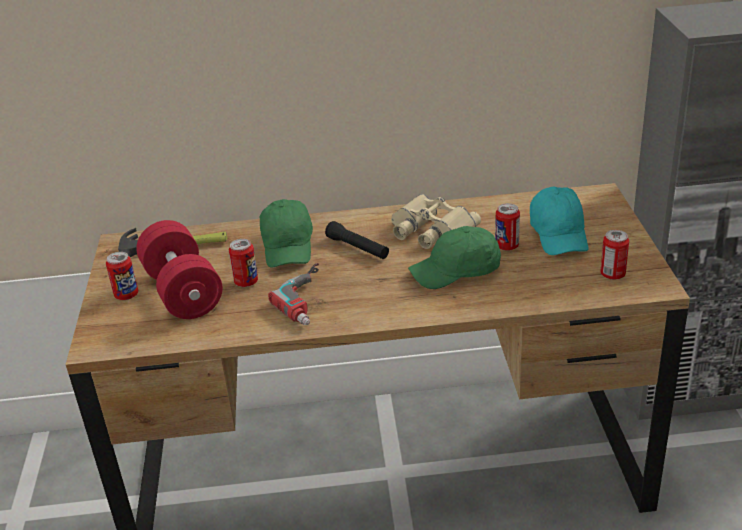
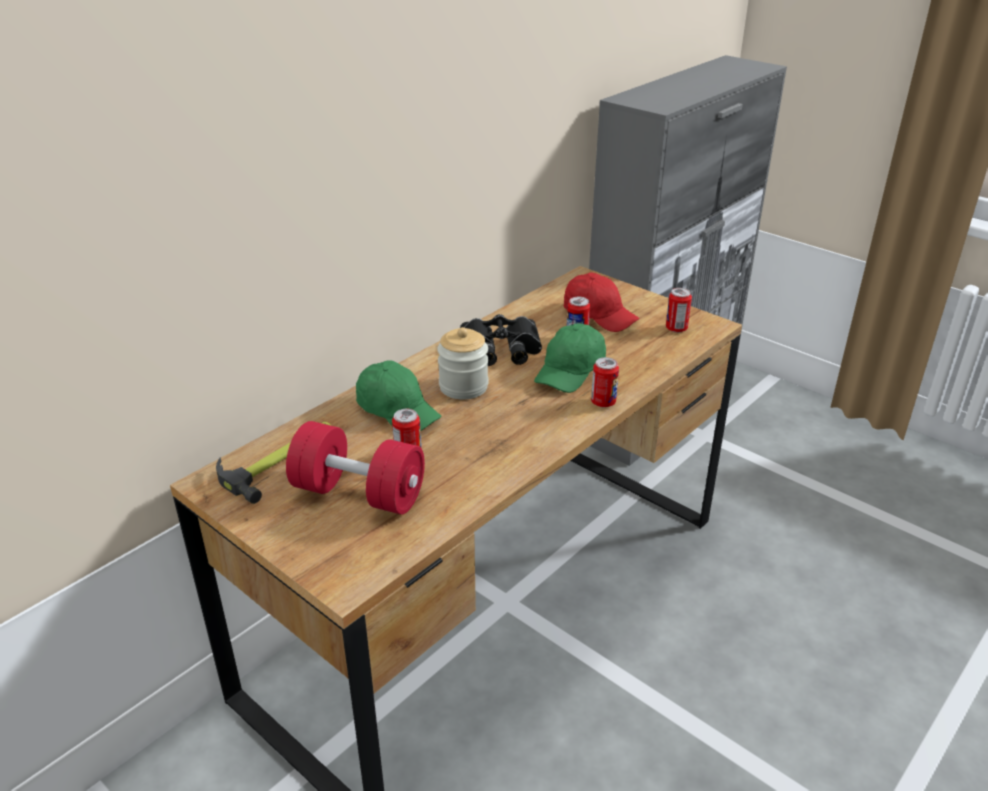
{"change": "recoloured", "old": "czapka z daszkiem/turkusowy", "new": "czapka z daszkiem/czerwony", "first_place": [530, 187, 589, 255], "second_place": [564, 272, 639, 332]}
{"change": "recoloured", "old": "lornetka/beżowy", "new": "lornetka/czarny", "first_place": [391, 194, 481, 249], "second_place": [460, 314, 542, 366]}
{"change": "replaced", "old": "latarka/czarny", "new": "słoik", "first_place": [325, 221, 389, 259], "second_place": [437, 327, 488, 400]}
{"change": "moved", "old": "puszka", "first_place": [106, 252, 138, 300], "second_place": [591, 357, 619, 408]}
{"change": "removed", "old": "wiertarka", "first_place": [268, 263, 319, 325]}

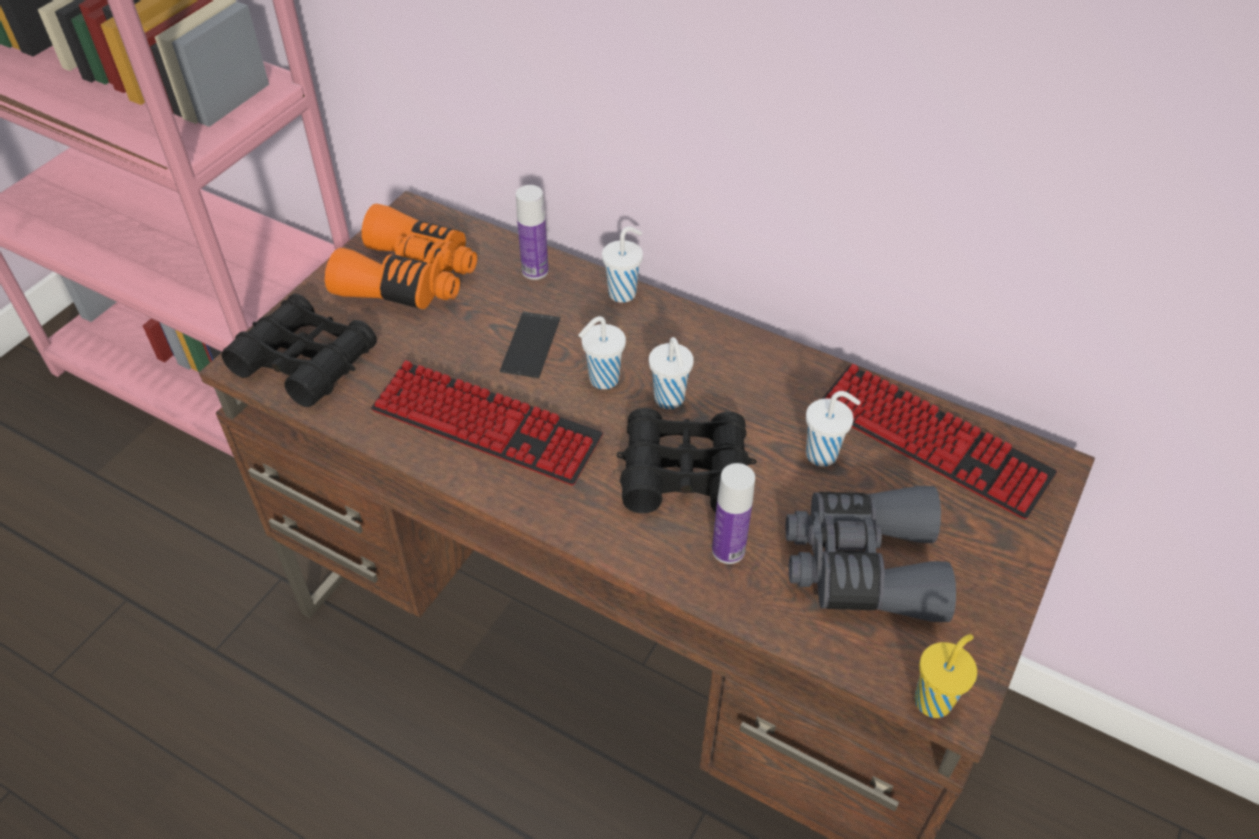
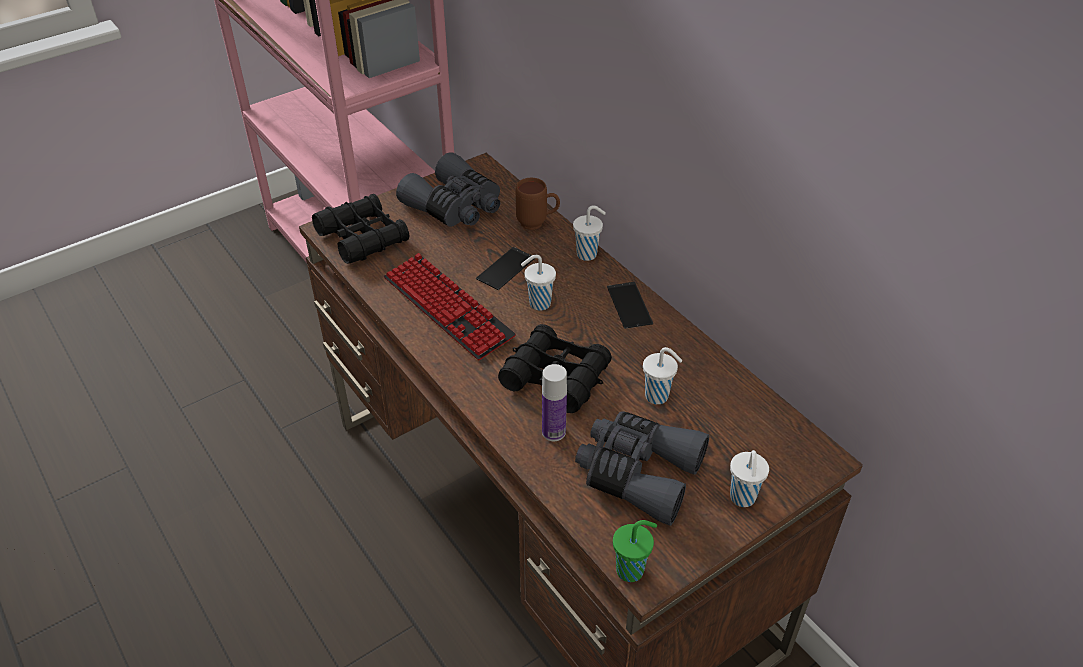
{"change": "replaced", "old": "butelka", "new": "kubek/brązowy", "first_place": [516, 185, 548, 280], "second_place": [516, 178, 560, 230]}
{"change": "recoloured", "old": "lornetka/pomarańczowy", "new": "lornetka/szary", "first_place": [325, 204, 477, 309], "second_place": [396, 152, 500, 227]}
{"change": "moved", "old": "filiżanka/biały", "first_place": [649, 337, 694, 409], "second_place": [730, 450, 769, 507]}
{"change": "removed", "old": "klawiatura", "first_place": [822, 364, 1057, 519]}
{"change": "recoloured", "old": "filiżanka/żółty", "new": "filiżanka/zielony", "first_place": [914, 634, 977, 718], "second_place": [613, 520, 657, 582]}
{"change": "added", "new": "telefon", "second_place": [607, 282, 653, 329]}

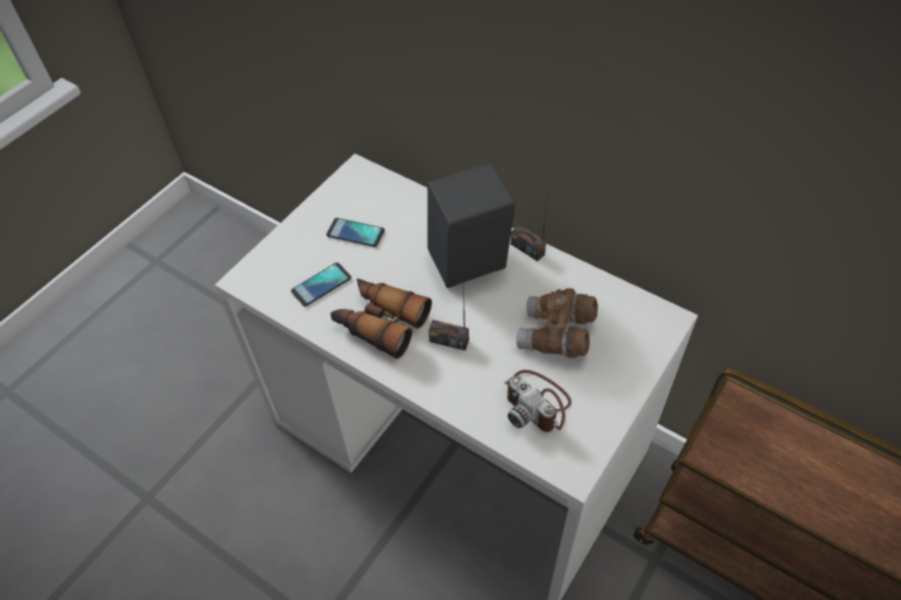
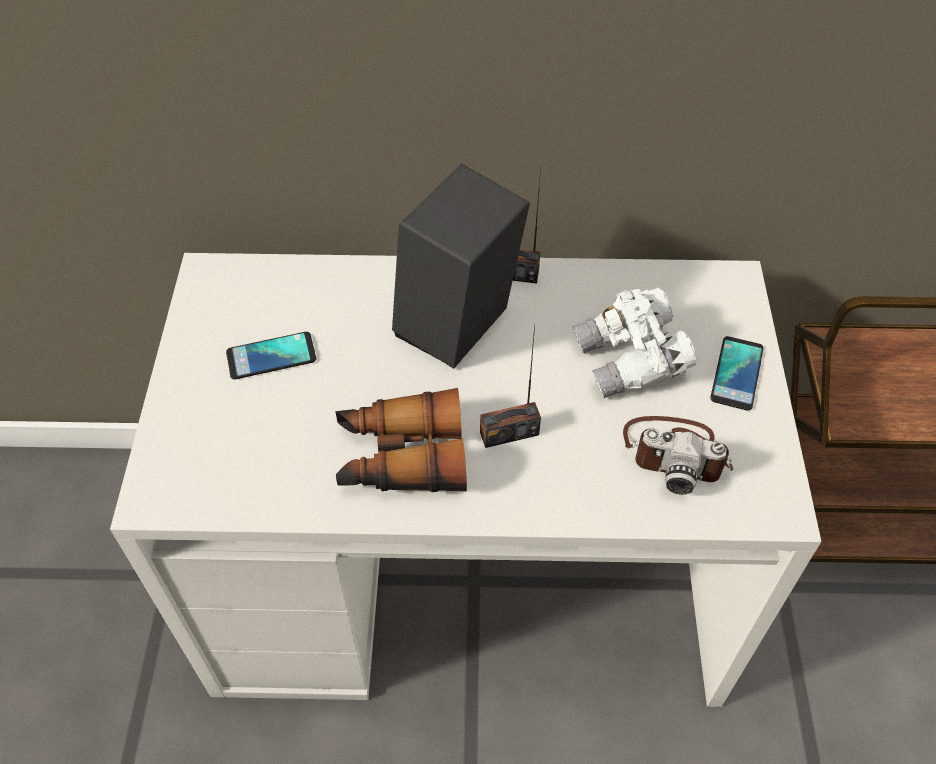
{"change": "moved", "old": "telefon", "first_place": [291, 263, 351, 306], "second_place": [710, 336, 764, 411]}
{"change": "recoloured", "old": "lornetka/brązowy", "new": "lornetka/biały", "first_place": [516, 288, 598, 358], "second_place": [573, 288, 697, 398]}

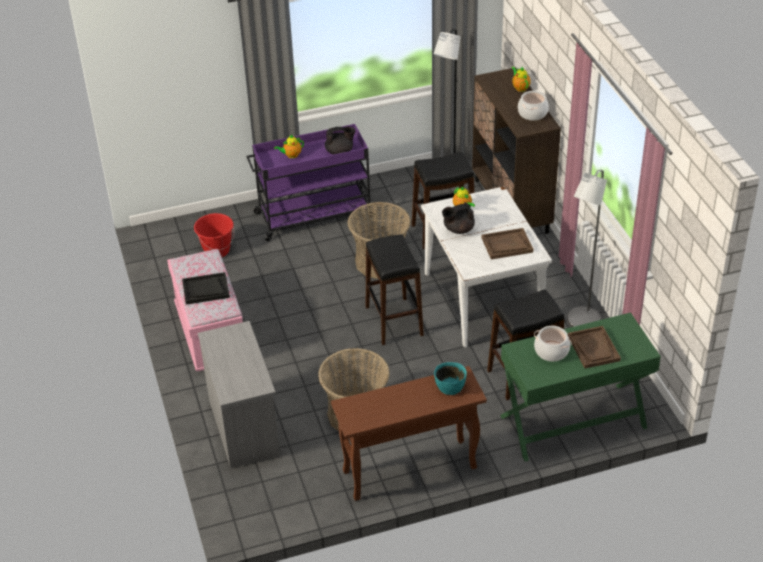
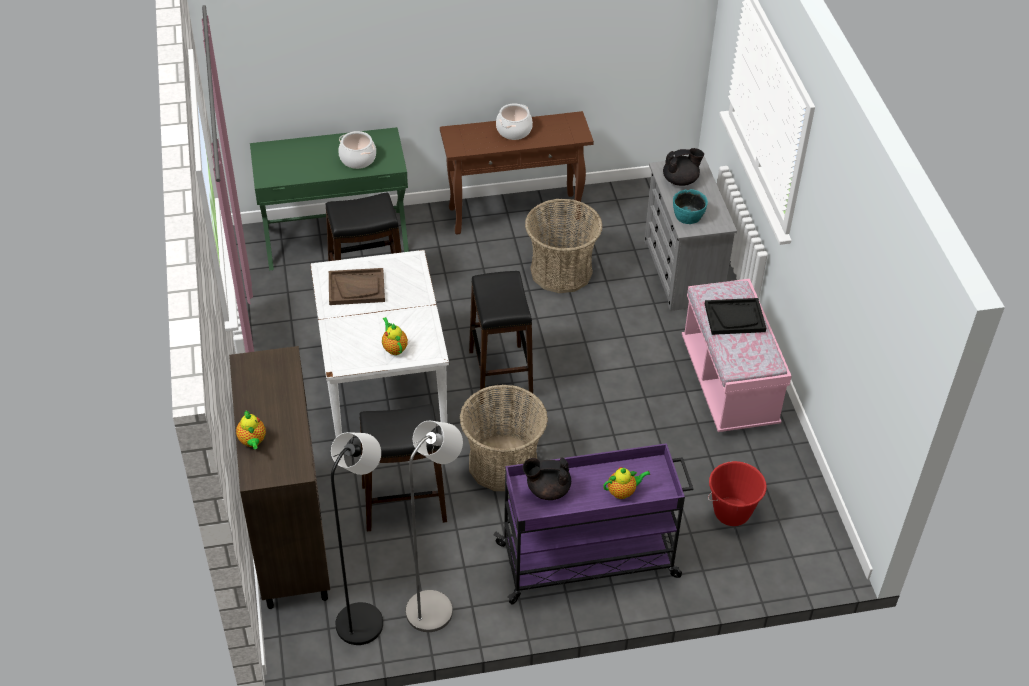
{"change": "moved", "old": "garnek", "first_place": [518, 91, 549, 121], "second_place": [496, 104, 533, 140]}
{"change": "moved", "old": "lampa stojąca/szary", "first_place": [567, 170, 607, 327], "second_place": [406, 421, 463, 632]}
{"change": "moved", "old": "imbryk/czarny", "first_place": [442, 202, 475, 234], "second_place": [663, 148, 704, 186]}
{"change": "removed", "old": "taca/brązowy", "first_place": [568, 326, 621, 369]}
{"change": "moved", "old": "miska/turkusowy", "first_place": [434, 362, 467, 395], "second_place": [673, 189, 708, 224]}

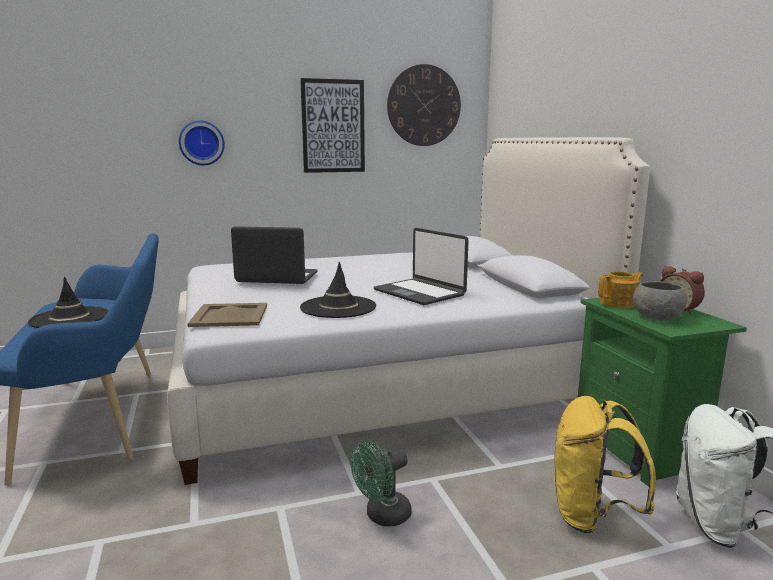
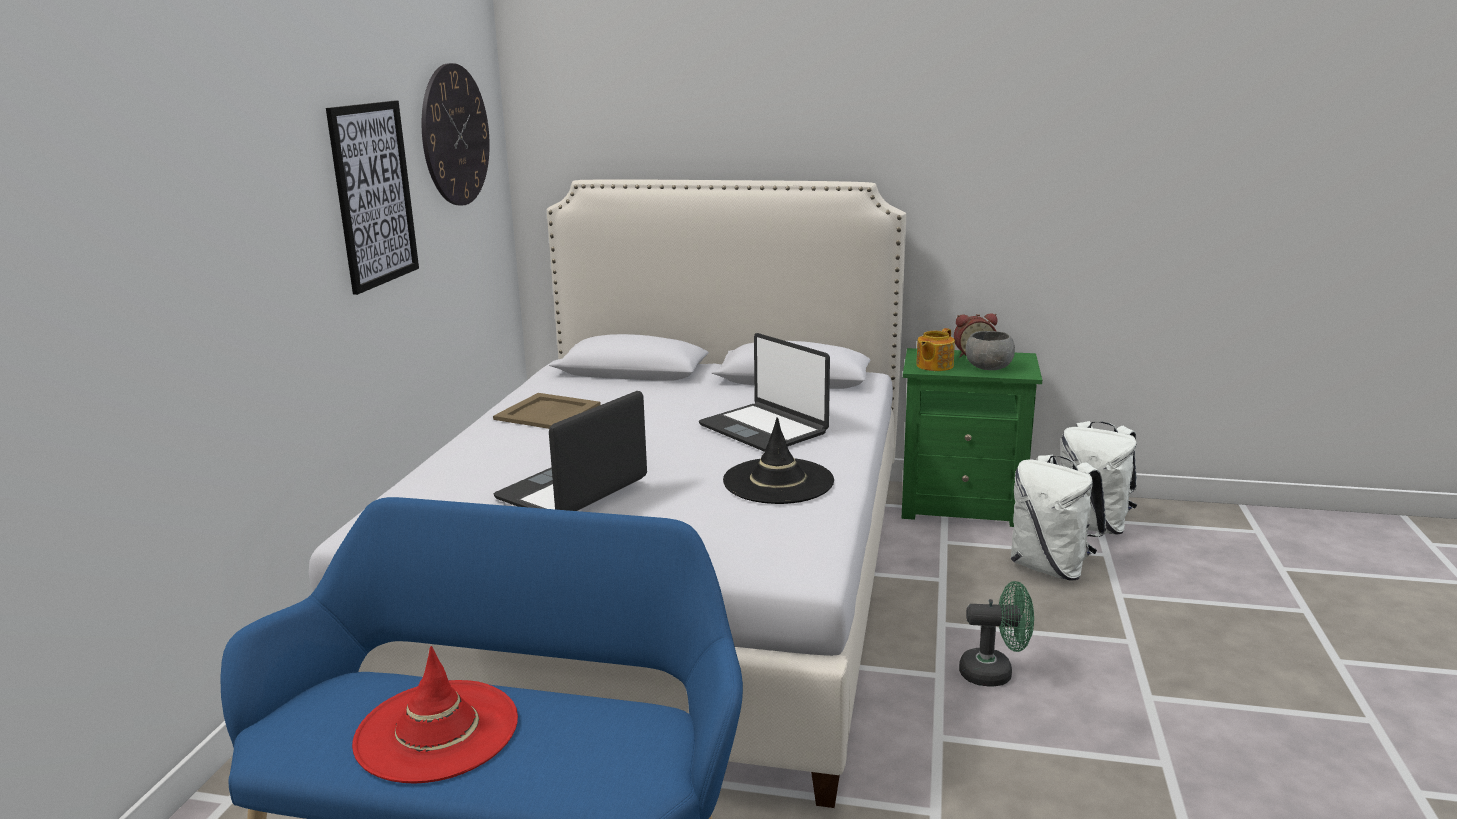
{"change": "removed", "old": "zegar ścienny", "first_place": [179, 121, 225, 165]}
{"change": "turned", "old": "laptop", "first_place": [374, 228, 469, 305], "second_place": [699, 333, 830, 452], "degrees": 60}
{"change": "turned", "old": "imbryk", "first_place": [598, 271, 643, 308], "second_place": [916, 328, 955, 371], "degrees": -150}
{"change": "recoloured", "old": "kapelusz/czarny", "new": "kapelusz/czerwony", "first_place": [28, 277, 109, 328], "second_place": [352, 646, 518, 784]}
{"change": "moved", "old": "taca/beżowy", "first_place": [187, 303, 267, 327], "second_place": [493, 393, 601, 429]}
{"change": "recoloured", "old": "plecak/żółty", "new": "plecak/biały", "first_place": [553, 396, 656, 533], "second_place": [1011, 455, 1107, 580]}
{"change": "turned", "old": "wentylator/zielony", "first_place": [351, 441, 412, 527], "second_place": [959, 581, 1034, 686], "degrees": -75}

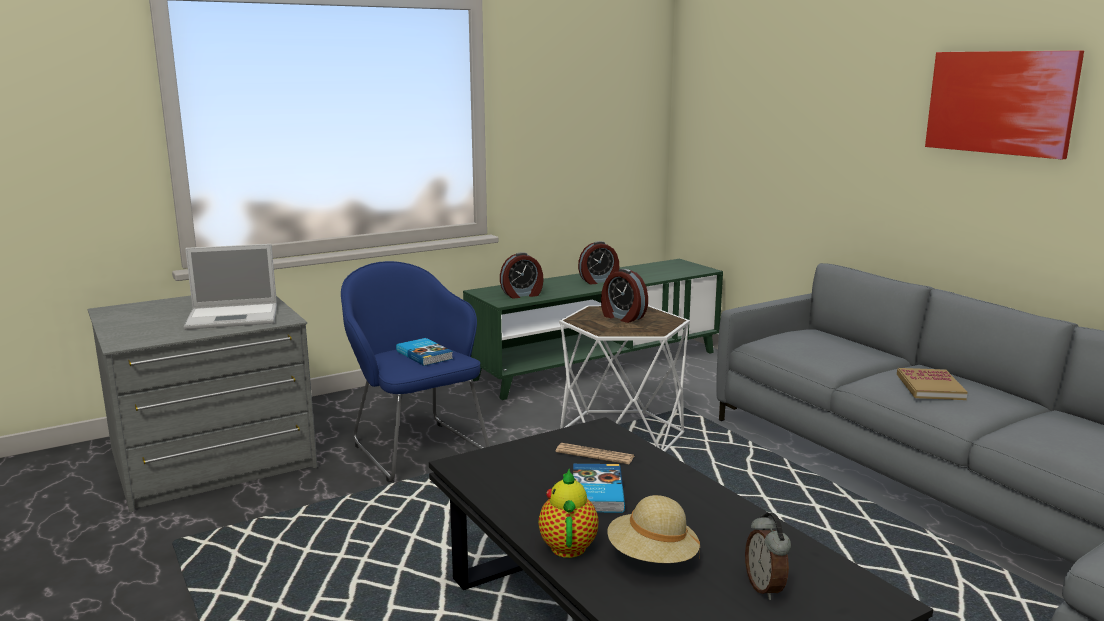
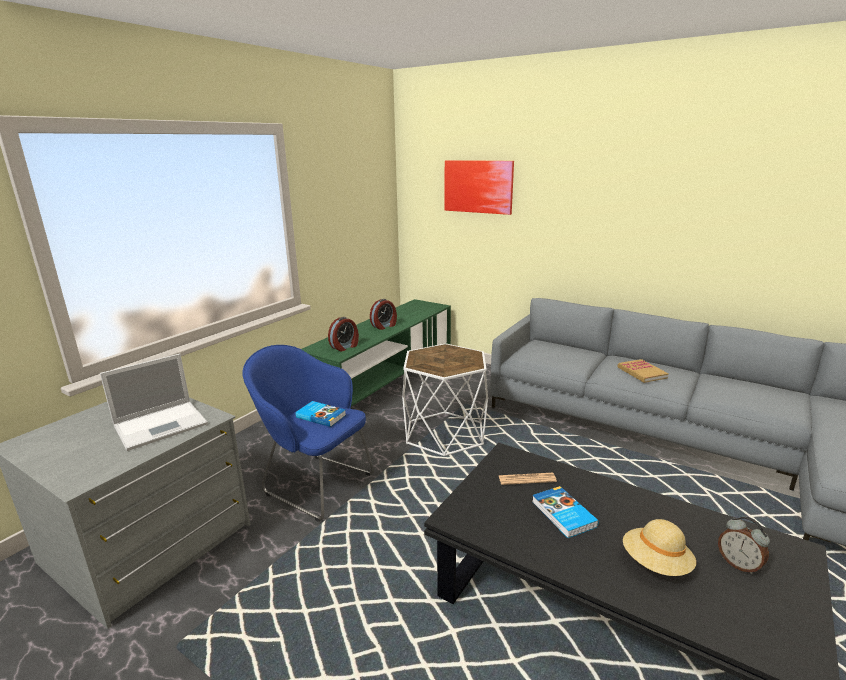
{"change": "moved", "old": "obraz", "first_place": [925, 50, 1084, 159], "second_place": [445, 160, 514, 215]}
{"change": "removed", "old": "budzik", "first_place": [601, 269, 648, 323]}
{"change": "removed", "old": "imbryk", "first_place": [538, 469, 599, 558]}

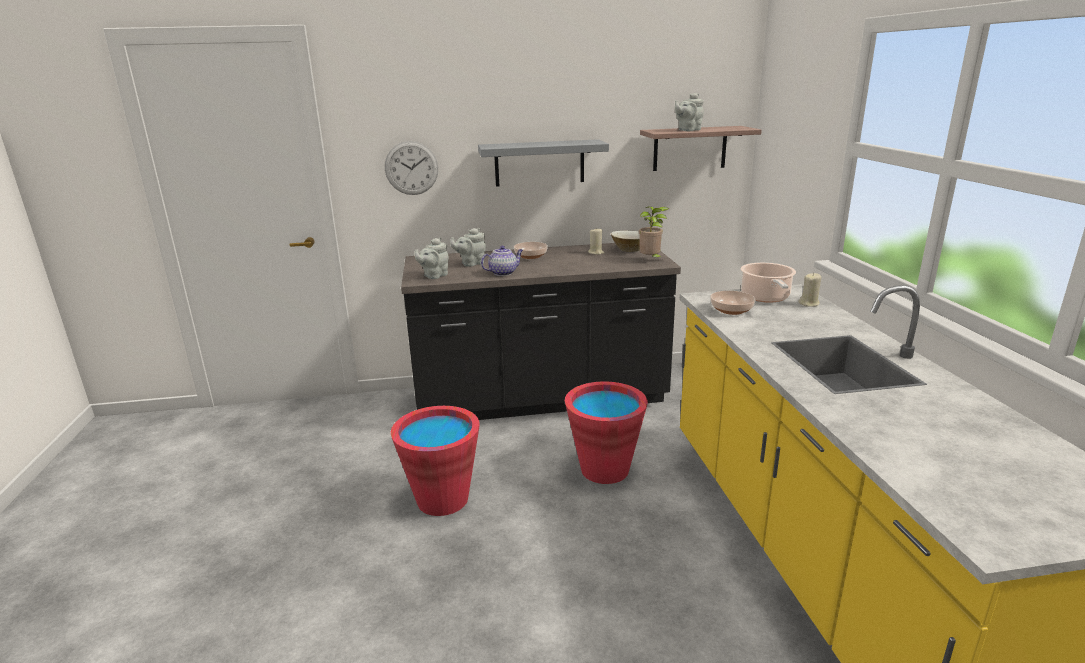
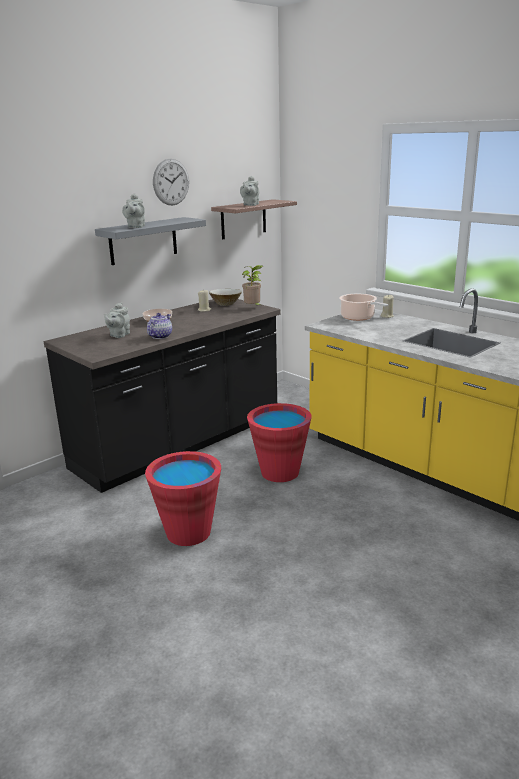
{"change": "moved", "old": "zegar ścienny", "first_place": [385, 141, 438, 195], "second_place": [153, 159, 189, 205]}
{"change": "moved", "old": "imbryk/szary", "first_place": [414, 237, 449, 279], "second_place": [122, 194, 145, 228]}
{"change": "removed", "old": "miska", "first_place": [710, 291, 756, 315]}

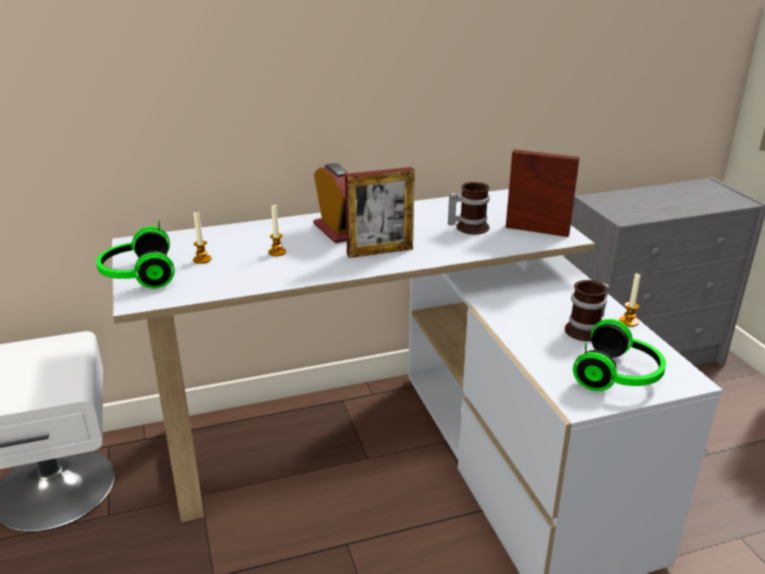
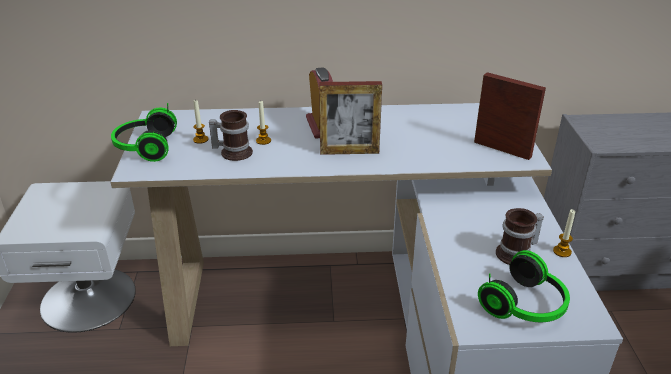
{"change": "moved", "old": "kubek", "first_place": [448, 182, 490, 234], "second_place": [209, 110, 253, 161]}

